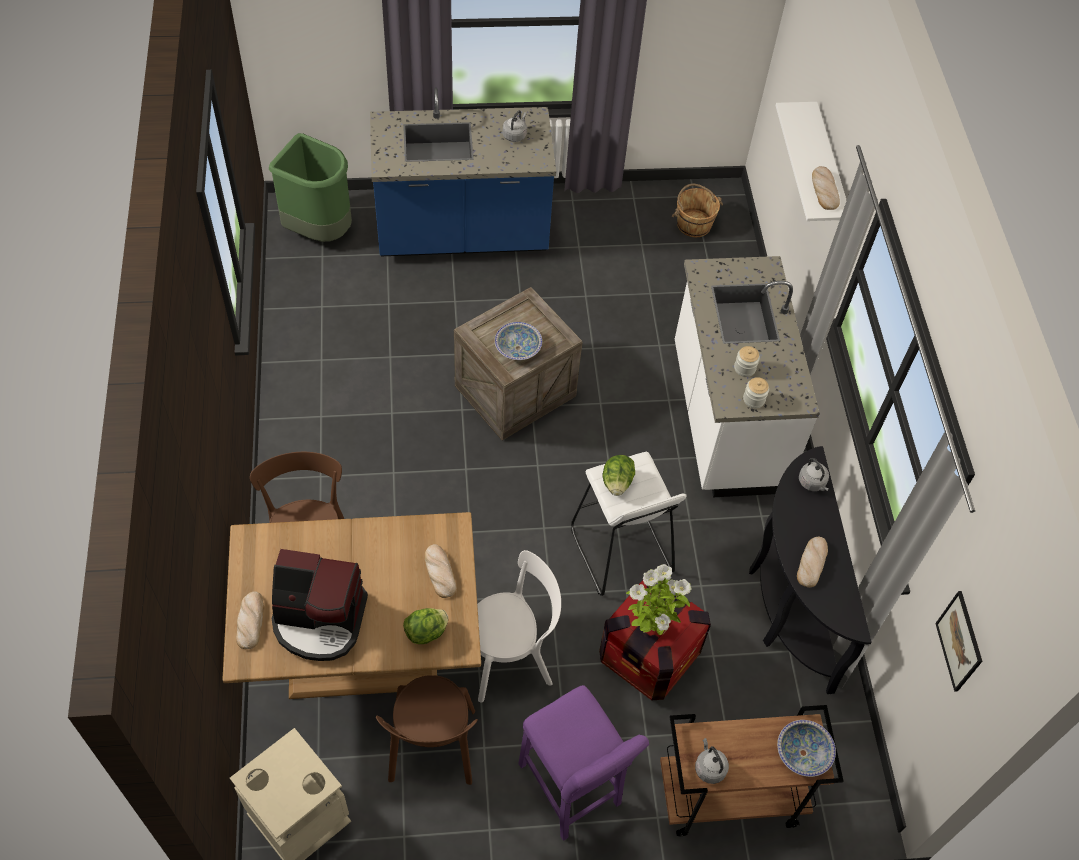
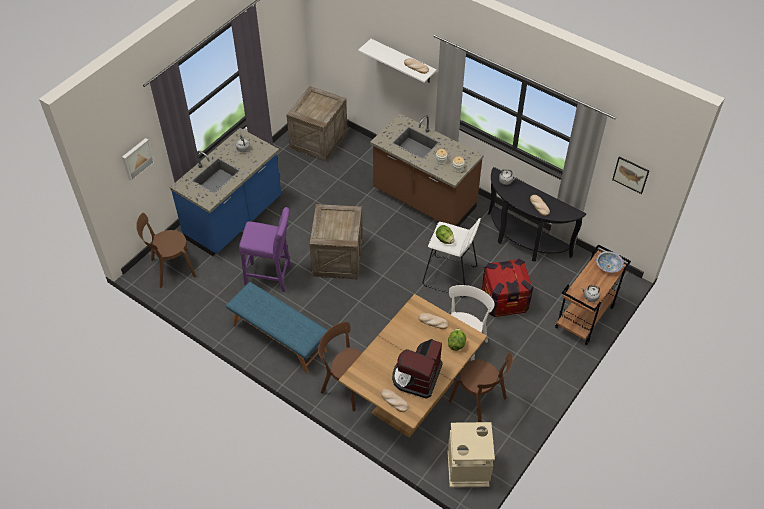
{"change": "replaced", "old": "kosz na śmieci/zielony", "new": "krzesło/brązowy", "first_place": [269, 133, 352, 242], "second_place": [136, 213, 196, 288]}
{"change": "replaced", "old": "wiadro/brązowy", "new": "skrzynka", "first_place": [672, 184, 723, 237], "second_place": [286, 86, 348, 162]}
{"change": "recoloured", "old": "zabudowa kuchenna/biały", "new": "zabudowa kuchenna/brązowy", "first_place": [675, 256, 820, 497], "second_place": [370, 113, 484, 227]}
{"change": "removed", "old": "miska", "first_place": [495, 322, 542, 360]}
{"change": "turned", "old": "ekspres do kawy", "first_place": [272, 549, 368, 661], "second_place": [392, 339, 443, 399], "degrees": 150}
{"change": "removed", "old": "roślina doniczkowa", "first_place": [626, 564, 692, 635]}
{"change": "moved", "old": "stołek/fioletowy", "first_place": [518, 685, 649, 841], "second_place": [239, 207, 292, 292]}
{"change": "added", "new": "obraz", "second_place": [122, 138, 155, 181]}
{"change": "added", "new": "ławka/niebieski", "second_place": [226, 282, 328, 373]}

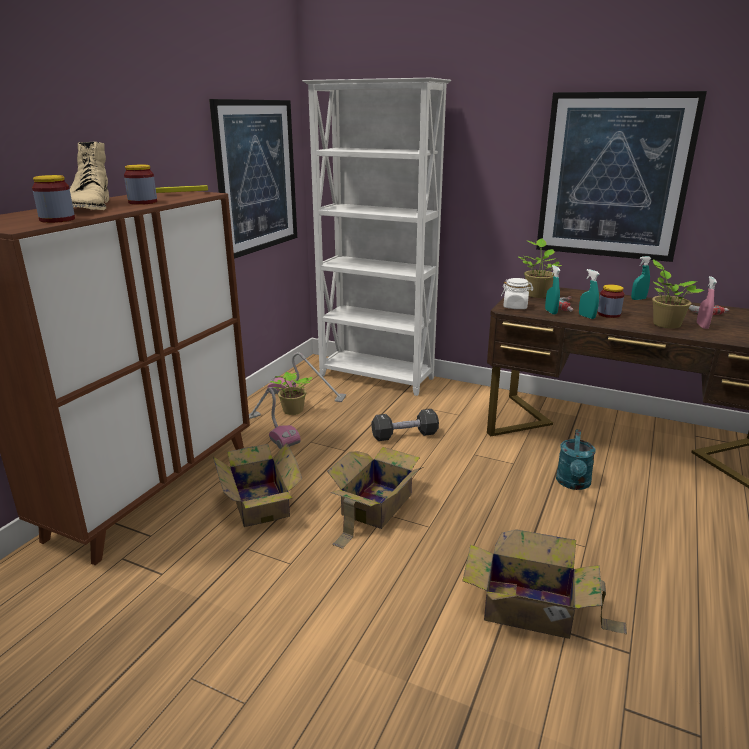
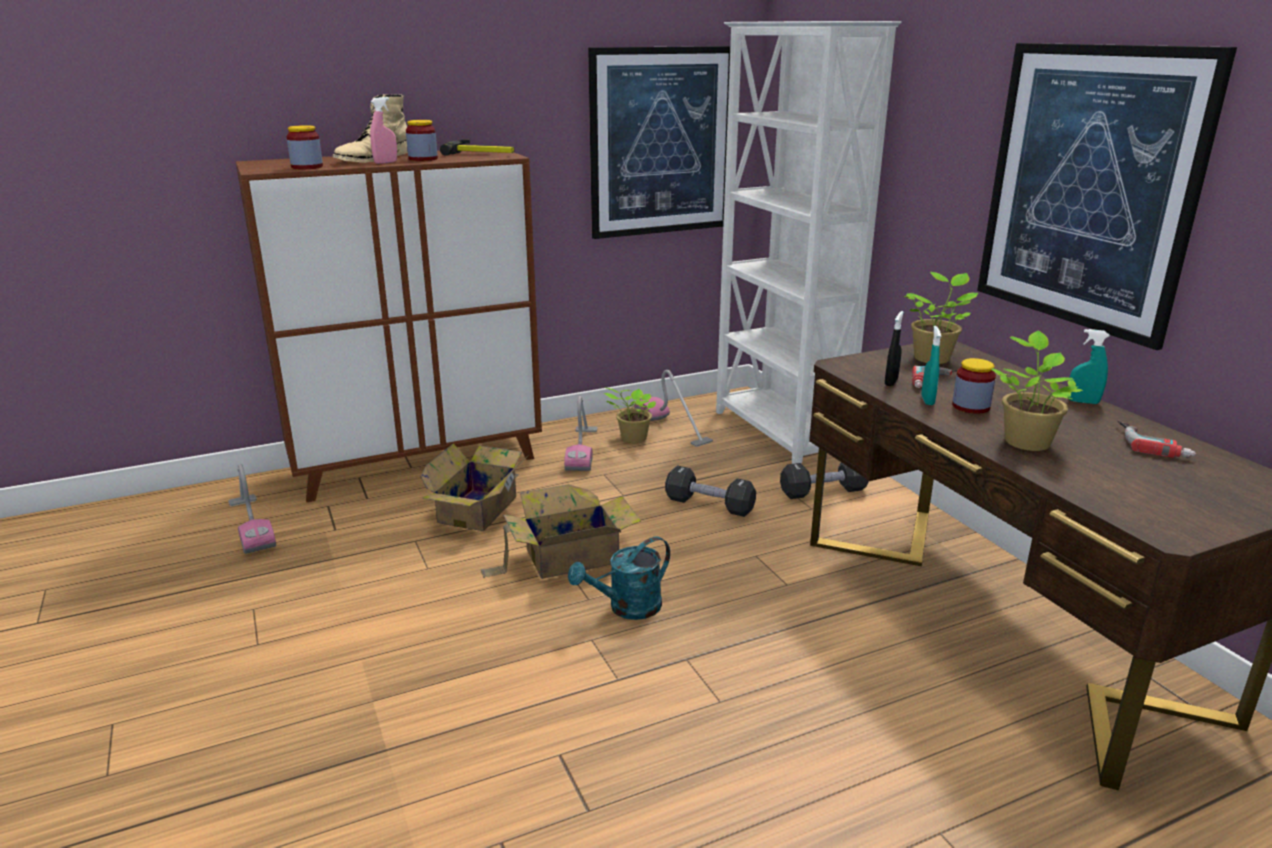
{"change": "recoloured", "old": "spryskiwacz/turkusowy", "new": "spryskiwacz/czarny", "first_place": [545, 265, 561, 315], "second_place": [885, 311, 903, 386]}
{"change": "moved", "old": "spryskiwacz/różowy", "first_place": [697, 276, 717, 329], "second_place": [370, 97, 397, 164]}
{"change": "removed", "old": "słoik/biały", "first_place": [501, 278, 533, 309]}
{"change": "moved", "old": "konewka/turkusowy", "first_place": [556, 429, 596, 490], "second_place": [568, 536, 670, 620]}
{"change": "removed", "old": "karton", "first_place": [462, 529, 627, 639]}
{"change": "added", "new": "hantel/czarny", "second_place": [780, 462, 869, 499]}
{"change": "added", "new": "odkurzacz", "second_place": [228, 464, 276, 554]}

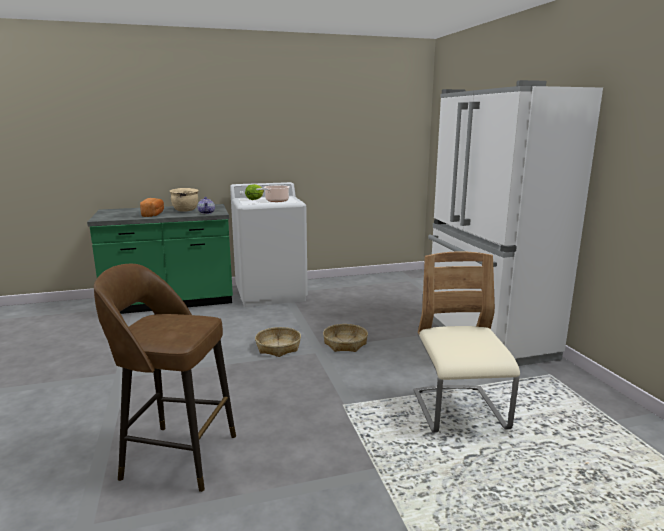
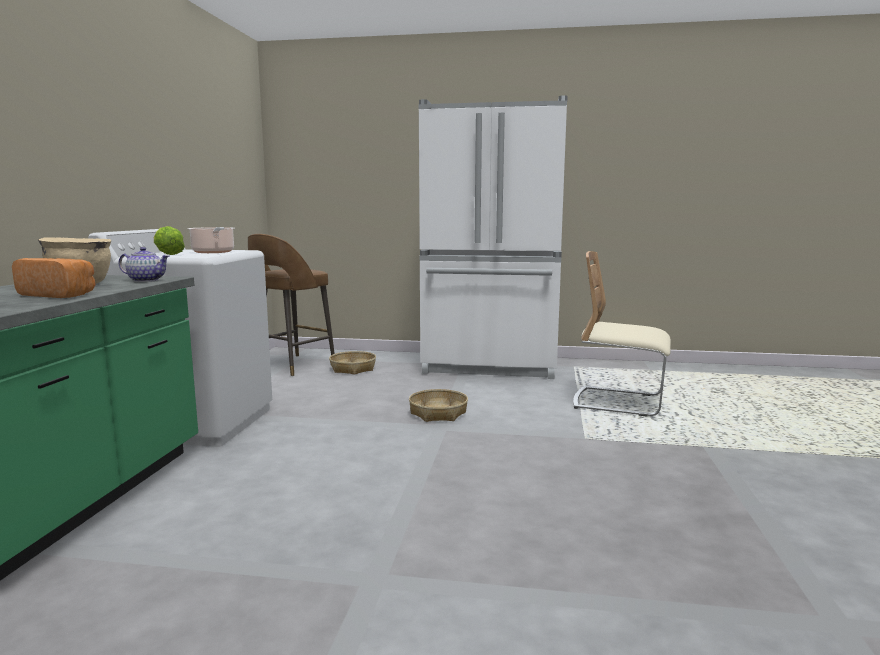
{"change": "moved", "old": "stołek/brązowy", "first_place": [94, 264, 236, 492], "second_place": [248, 234, 335, 376]}
{"change": "moved", "old": "koszyk", "first_place": [255, 327, 301, 357], "second_place": [329, 351, 376, 375]}

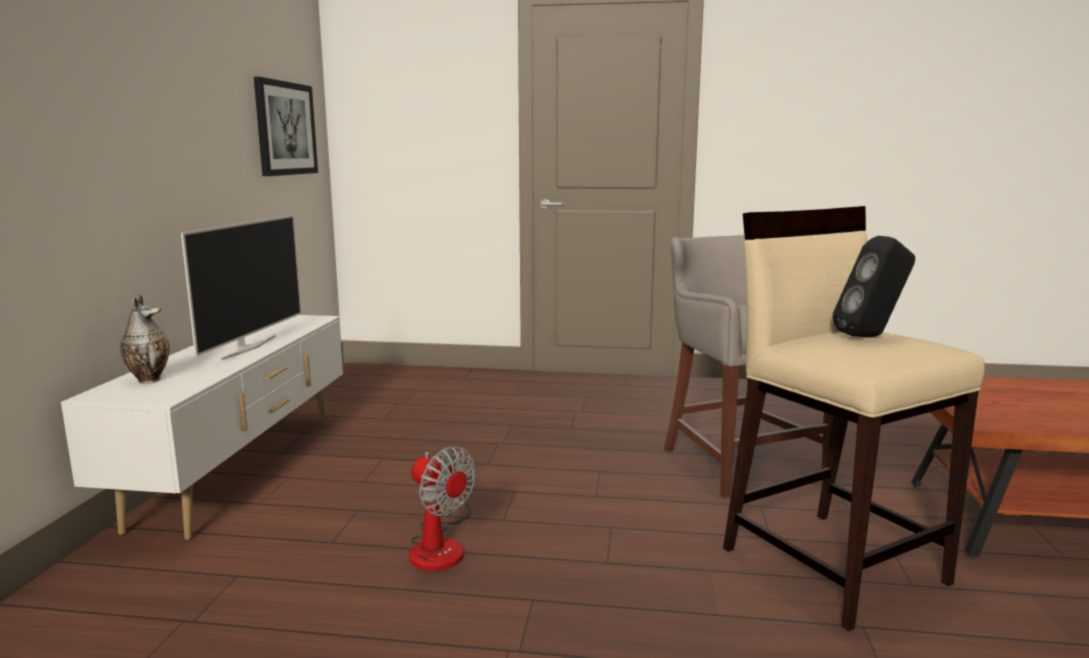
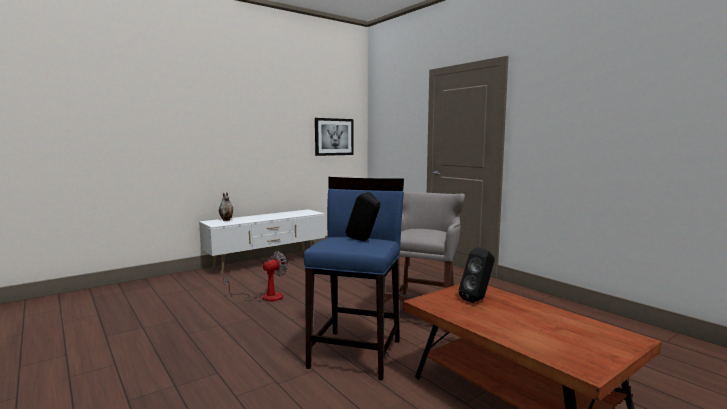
{"change": "recoloured", "old": "stołek/beżowy", "new": "stołek/niebieski", "first_place": [723, 206, 985, 631], "second_place": [304, 177, 404, 381]}
{"change": "removed", "old": "telewizor", "first_place": [181, 215, 301, 360]}
{"change": "turned", "old": "wentylator", "first_place": [409, 446, 477, 571], "second_place": [224, 251, 288, 302], "degrees": -135}
{"change": "added", "new": "głośnik/czarny", "second_place": [459, 247, 495, 303]}

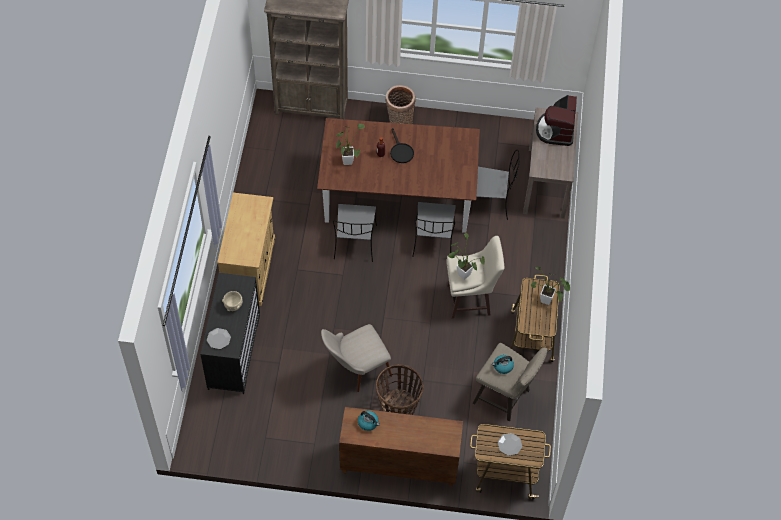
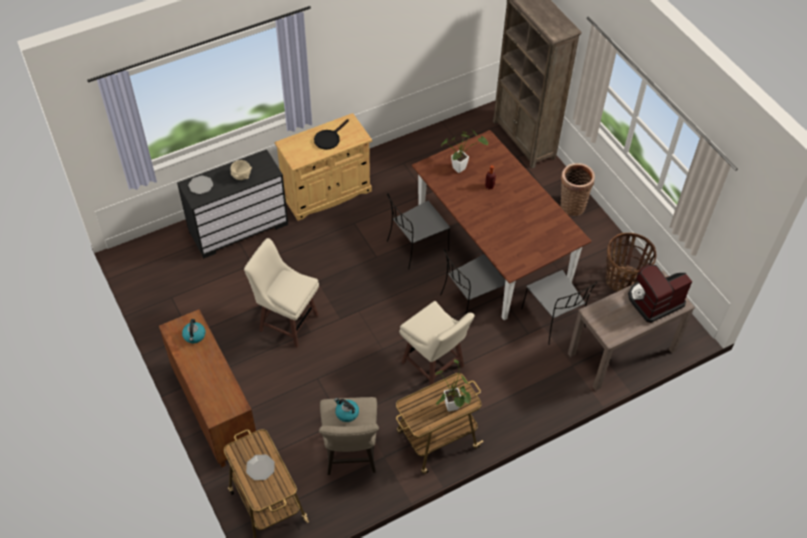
{"change": "moved", "old": "patelnia/czarny", "first_place": [390, 128, 414, 163], "second_place": [314, 119, 349, 150]}
{"change": "removed", "old": "roślina doniczkowa", "first_place": [447, 233, 485, 280]}
{"change": "replaced", "old": "krzesło/beżowy", "new": "stołek/beżowy", "first_place": [321, 324, 392, 392], "second_place": [244, 238, 319, 347]}
{"change": "moved", "old": "koszyk", "first_place": [376, 364, 423, 415], "second_place": [605, 233, 656, 292]}

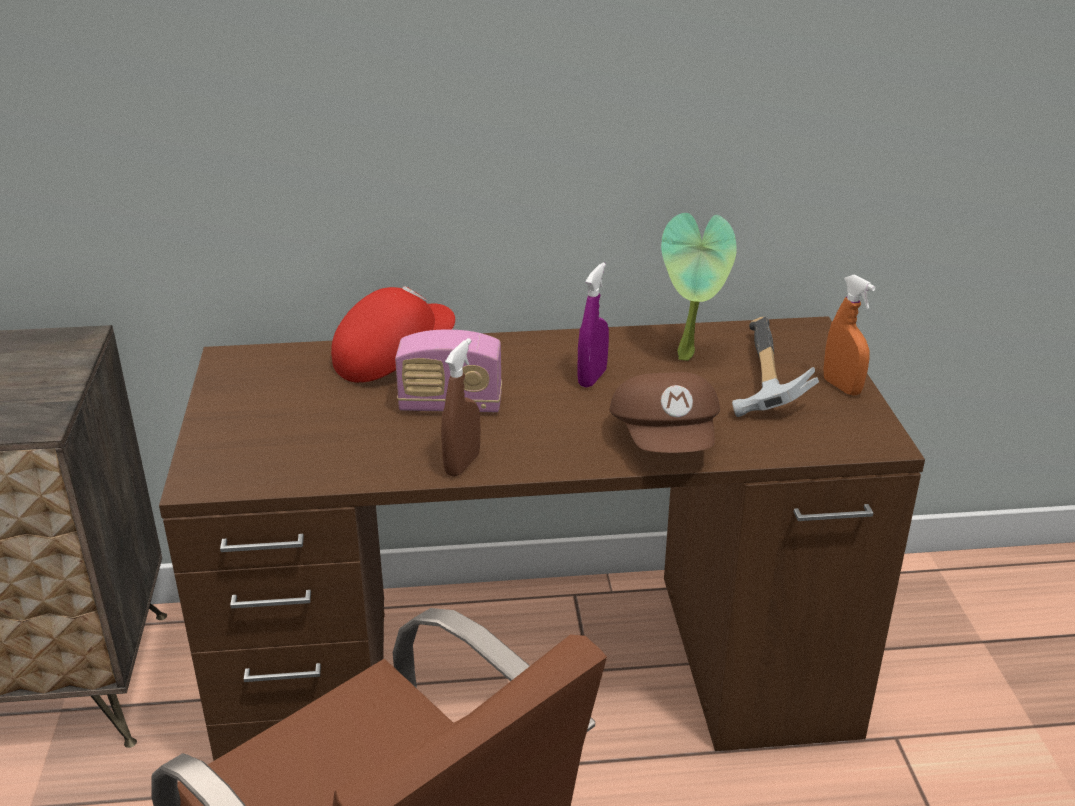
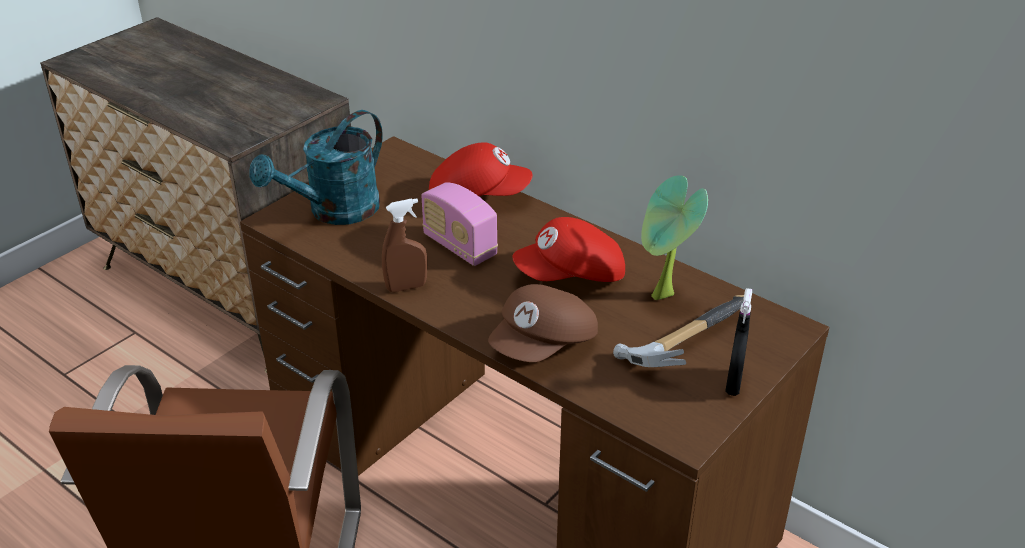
{"change": "replaced", "old": "spryskiwacz/fioletowy", "new": "czapka z daszkiem/czerwony", "first_place": [577, 263, 609, 388], "second_place": [512, 217, 625, 282]}
{"change": "recoloured", "old": "spryskiwacz/pomarańczowy", "new": "spryskiwacz/czarny", "first_place": [823, 275, 876, 396], "second_place": [725, 288, 752, 396]}
{"change": "added", "new": "konewka/turkusowy", "second_place": [249, 110, 383, 225]}

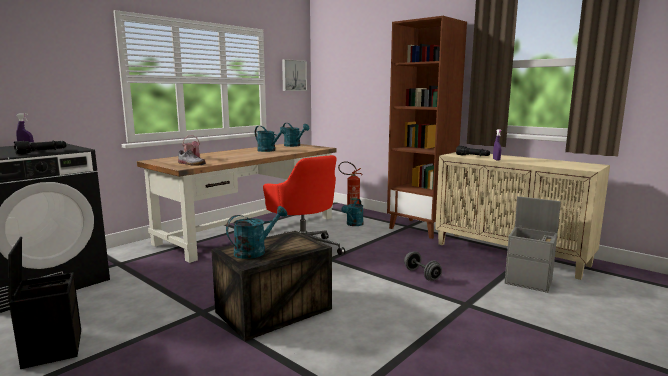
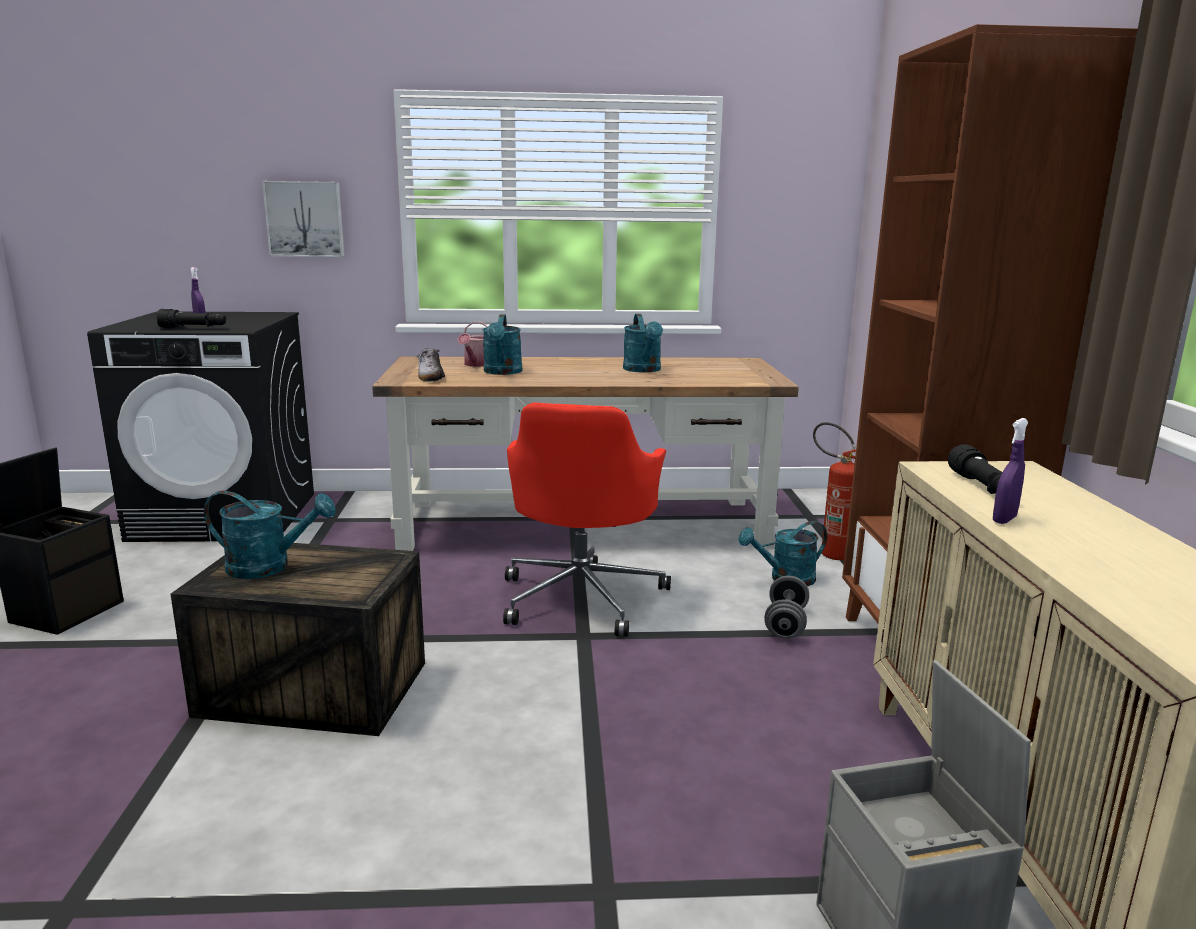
{"change": "moved", "old": "obraz", "first_place": [282, 59, 307, 91], "second_place": [262, 181, 345, 257]}
{"change": "moved", "old": "konewka/turkusowy", "first_place": [283, 123, 309, 147], "second_place": [483, 314, 522, 375]}
{"change": "moved", "old": "hantel/szary", "first_place": [404, 251, 442, 281], "second_place": [764, 576, 809, 639]}

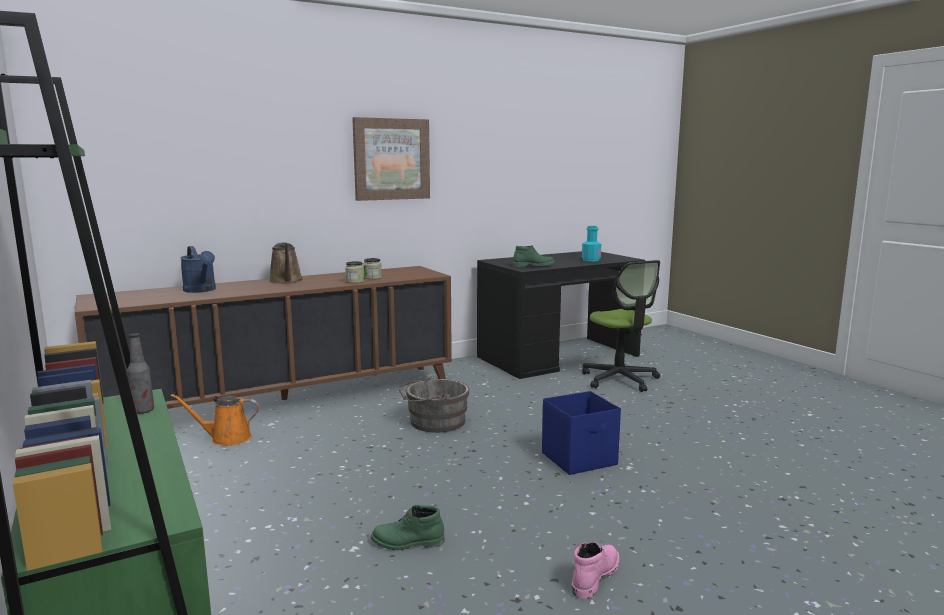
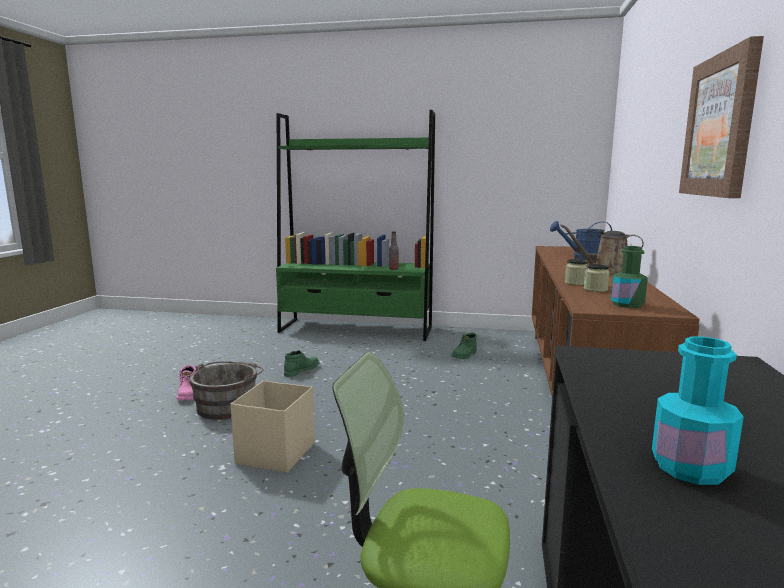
{"change": "moved", "old": "but z cholewką/zielony", "first_place": [513, 245, 555, 267], "second_place": [451, 333, 477, 359]}
{"change": "moved", "old": "wiadro/szary", "first_place": [399, 374, 469, 433], "second_place": [189, 361, 264, 420]}
{"change": "recoloured", "old": "pojemnik do przechowywania/niebieski", "new": "pojemnik do przechowywania/beżowy", "first_place": [542, 391, 621, 475], "second_place": [230, 381, 315, 473]}
{"change": "removed", "old": "konewka/pomarańczowy", "first_place": [171, 394, 260, 446]}
{"change": "added", "new": "butelka/zielony", "second_place": [611, 246, 648, 308]}

